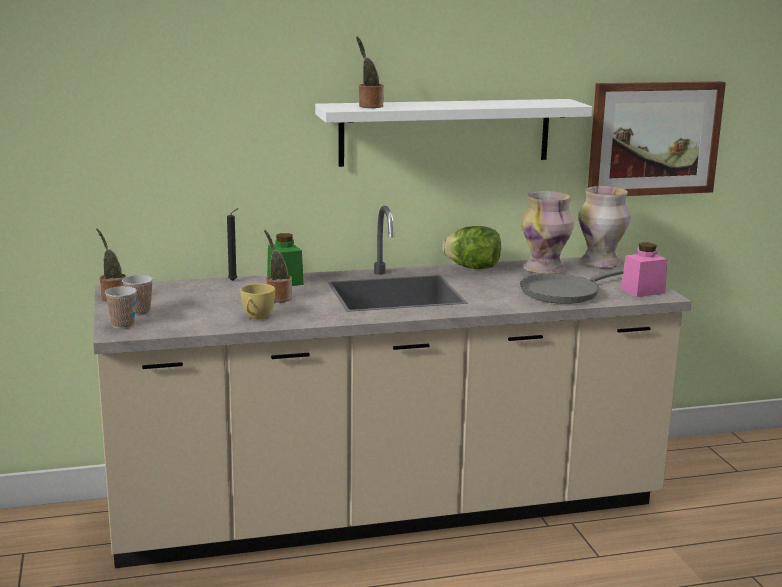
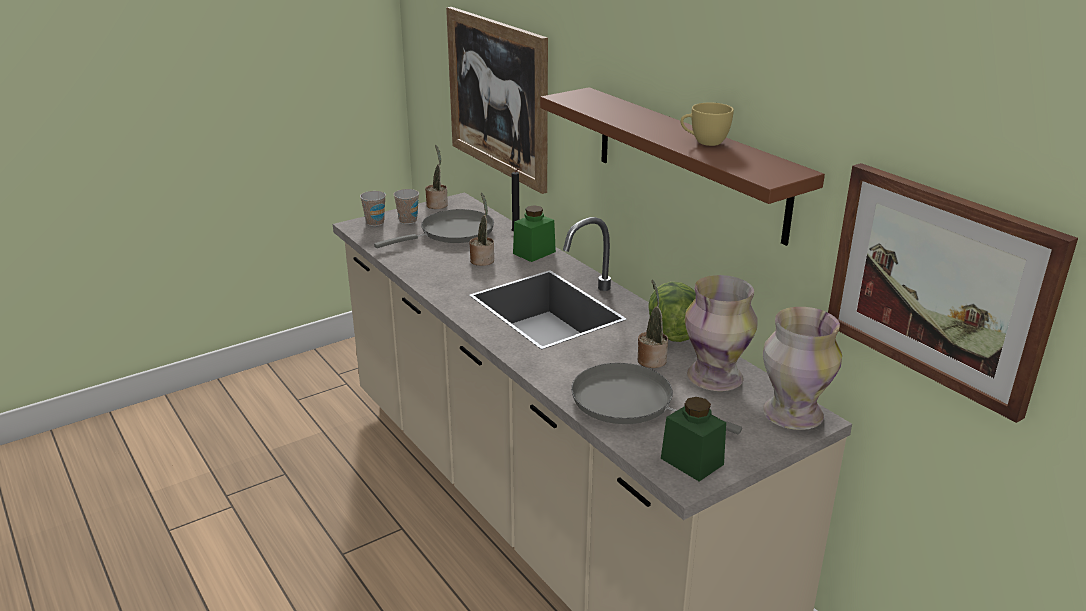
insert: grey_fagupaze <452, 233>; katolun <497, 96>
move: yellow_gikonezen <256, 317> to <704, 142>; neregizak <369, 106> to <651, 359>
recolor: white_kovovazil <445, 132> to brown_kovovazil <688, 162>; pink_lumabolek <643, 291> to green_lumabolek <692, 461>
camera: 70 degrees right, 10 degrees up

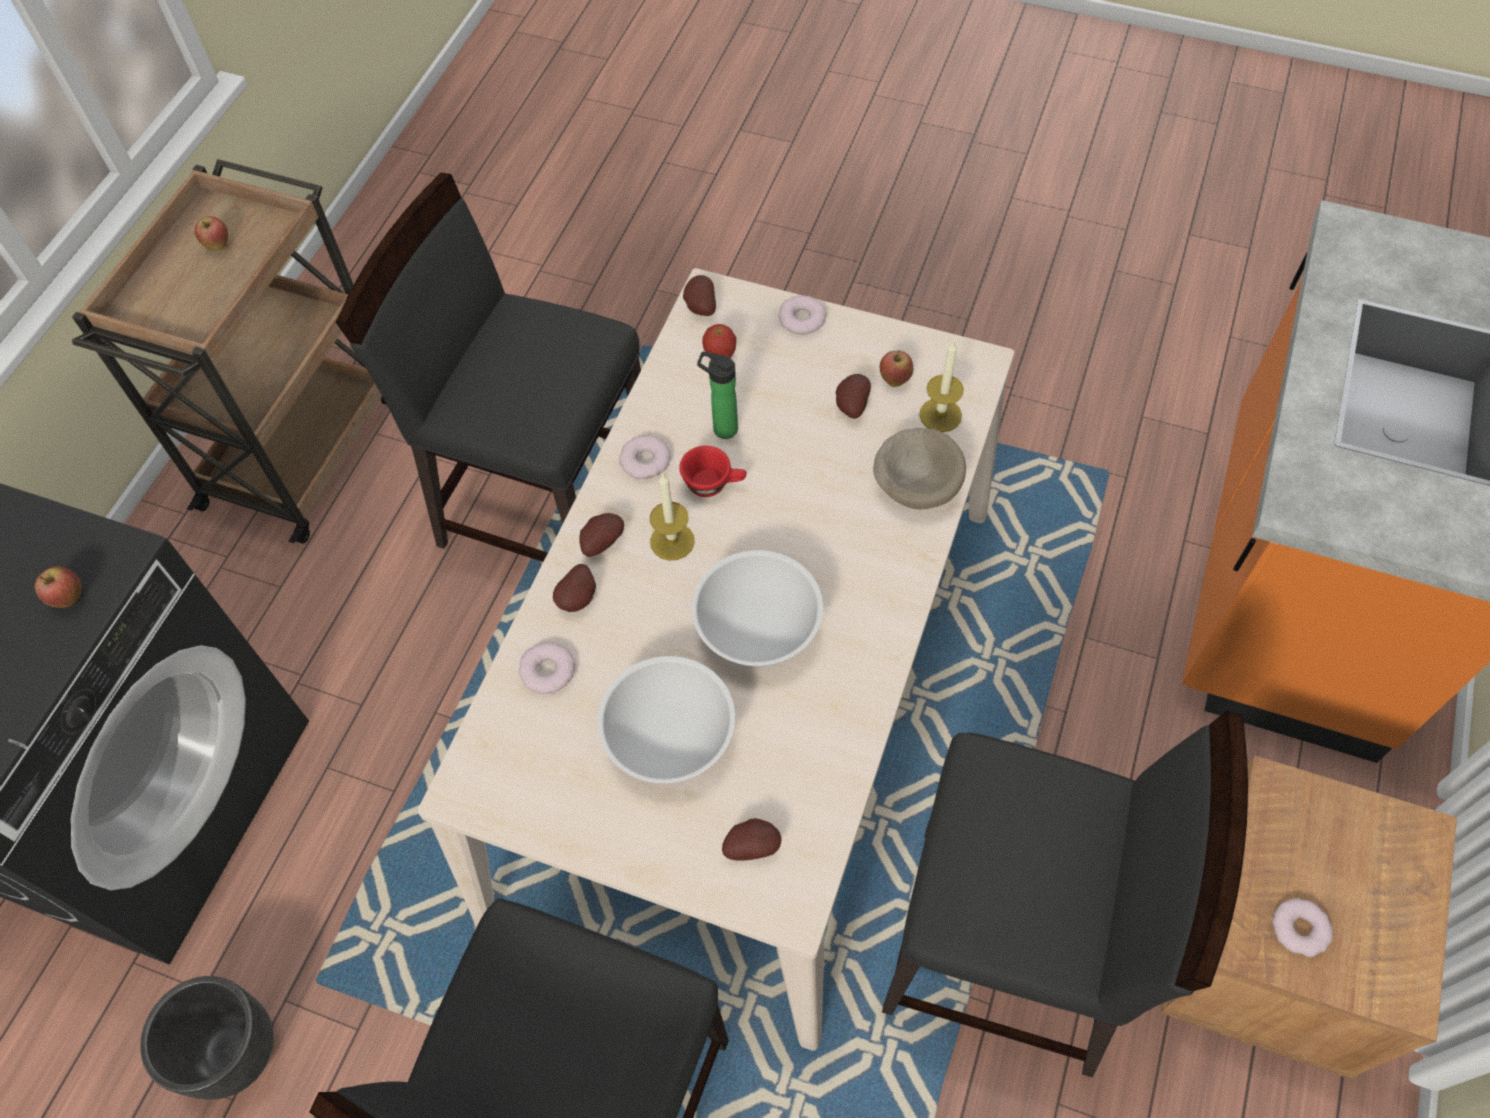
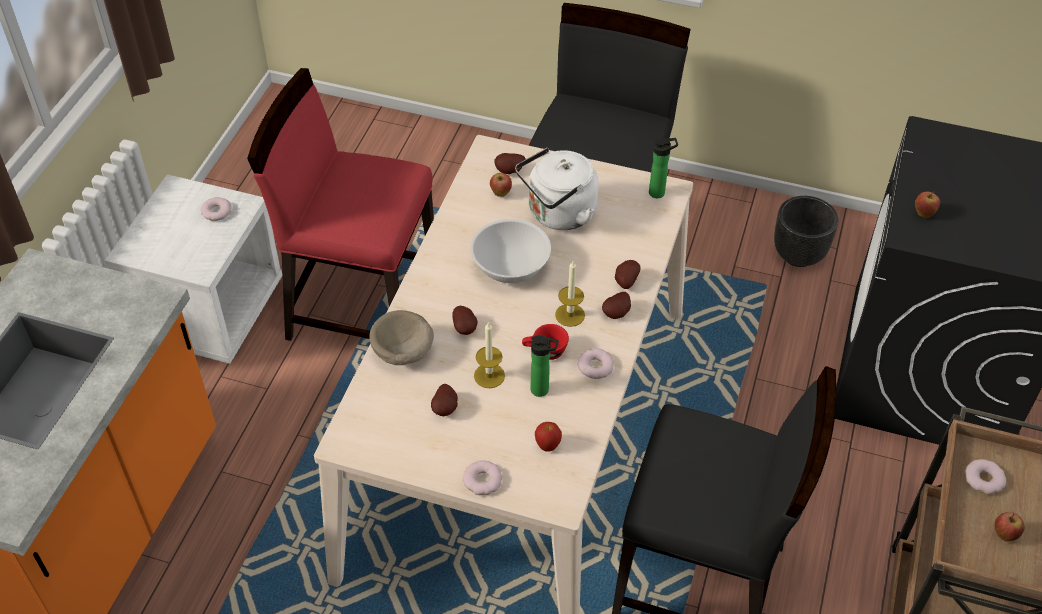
insert: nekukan <659, 192>
move: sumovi <547, 671> to <984, 479>; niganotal <699, 307> to <465, 328>; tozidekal <894, 380> to <500, 193>; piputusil <940, 415> to <489, 375>
replace: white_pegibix <671, 737> to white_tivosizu <558, 214>
recolor: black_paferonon <1008, 950> to red_paferonon <362, 307>; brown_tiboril <1266, 949> to white_tiboril <210, 311>
camera: 175 degrees right, 10 degrees down

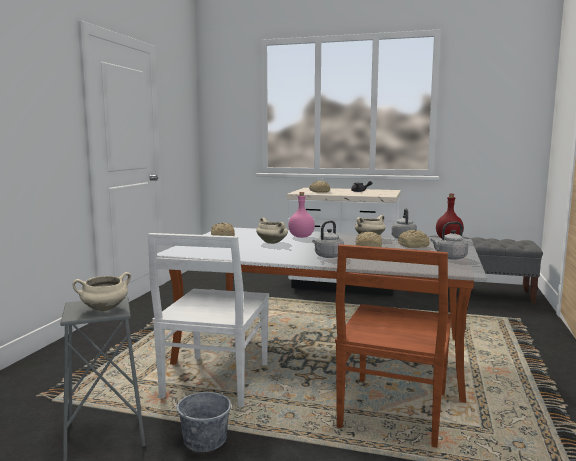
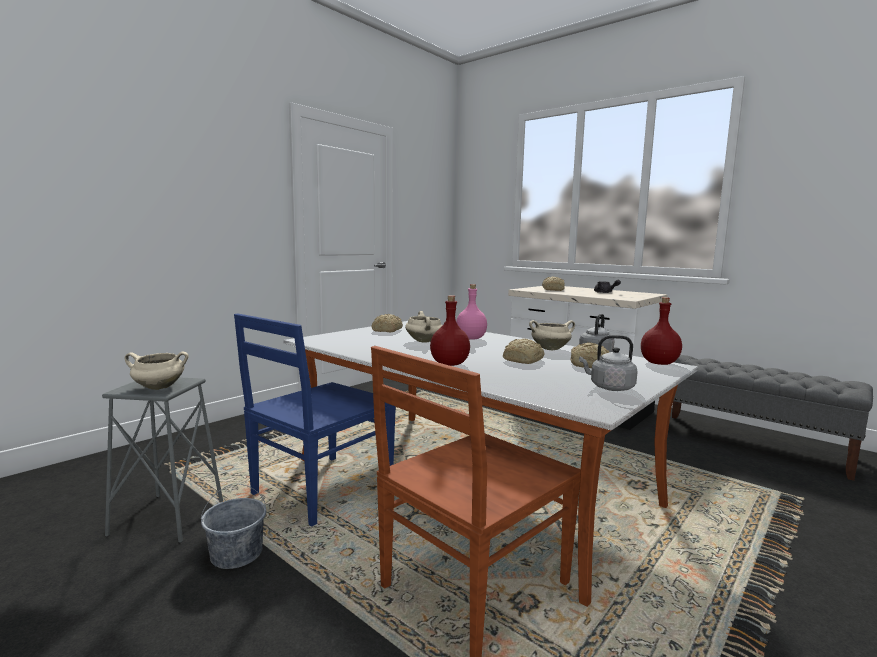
replace: grey_tivosizu <327, 256> to red_nekukan <449, 364>
recolor: white_paferonon <215, 382> to blue_paferonon <320, 489>
camera: 25 degrees right, 0 degrees up

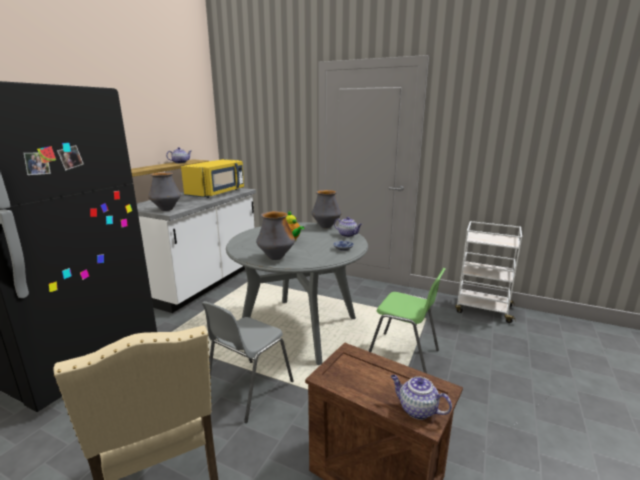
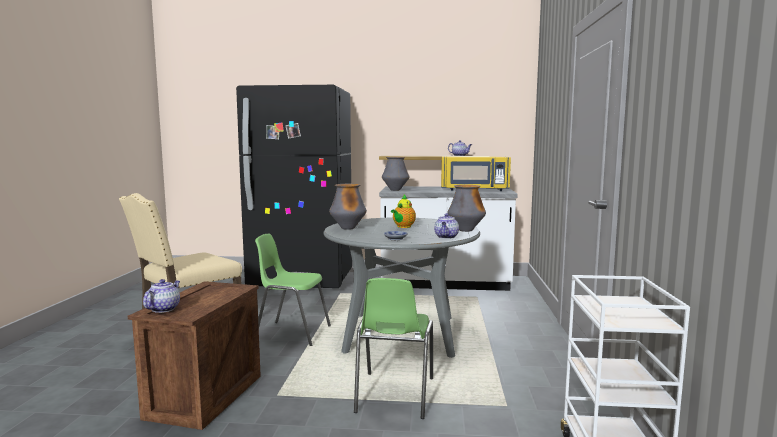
recolor: grey_paferonon <248, 390> to green_paferonon <292, 333>
camera: 70 degrees right, 10 degrees down

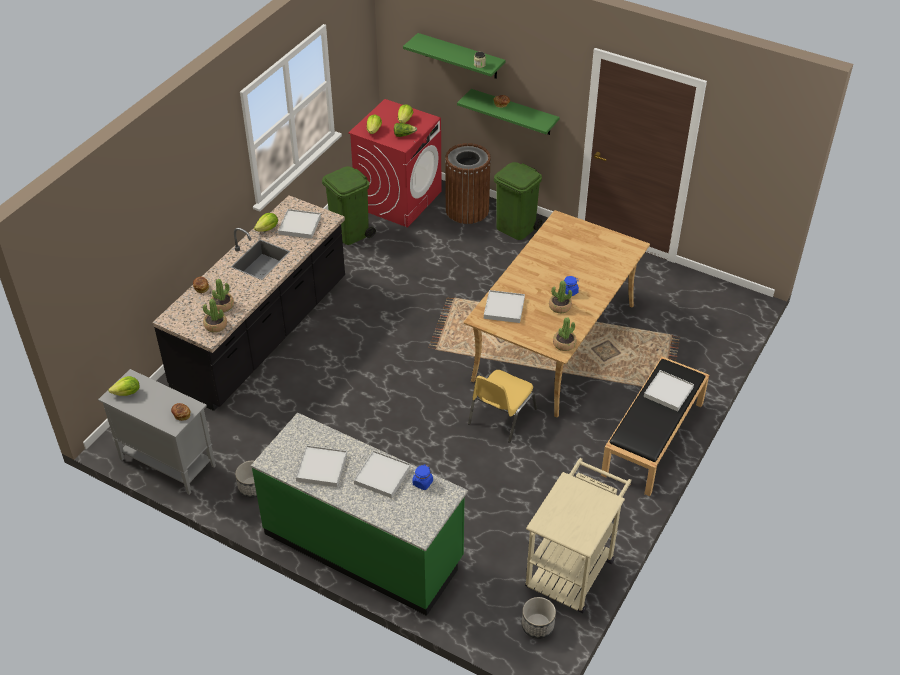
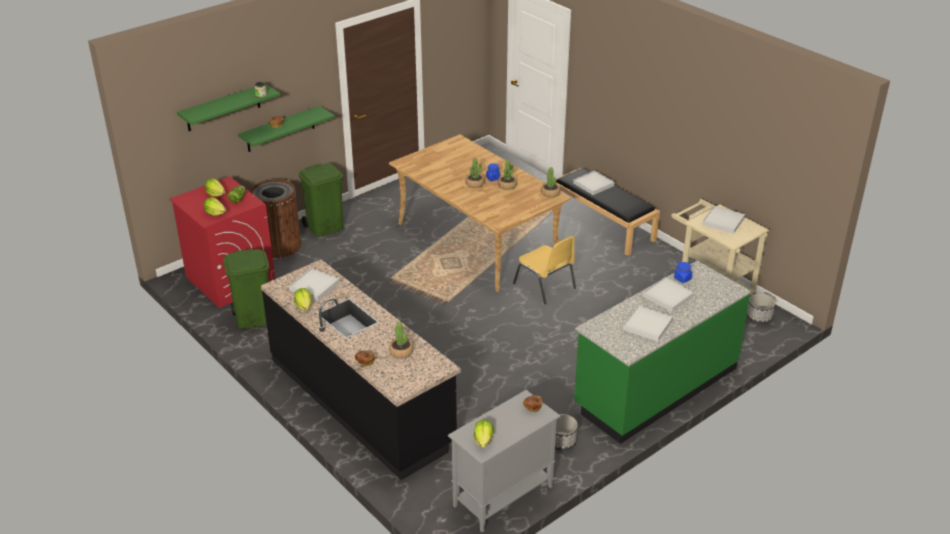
move: neregizak <215, 325> to <475, 184>; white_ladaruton <504, 308> to <723, 221>
camera: 70 degrees left, 10 degrees down

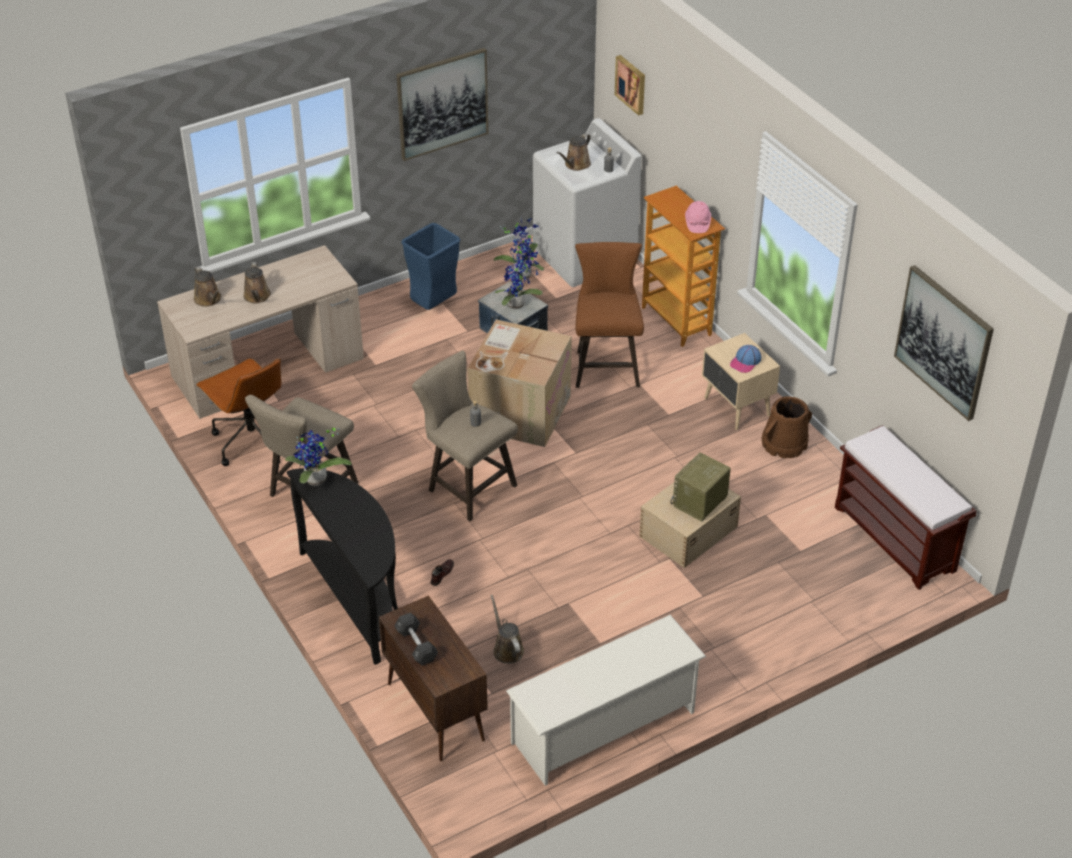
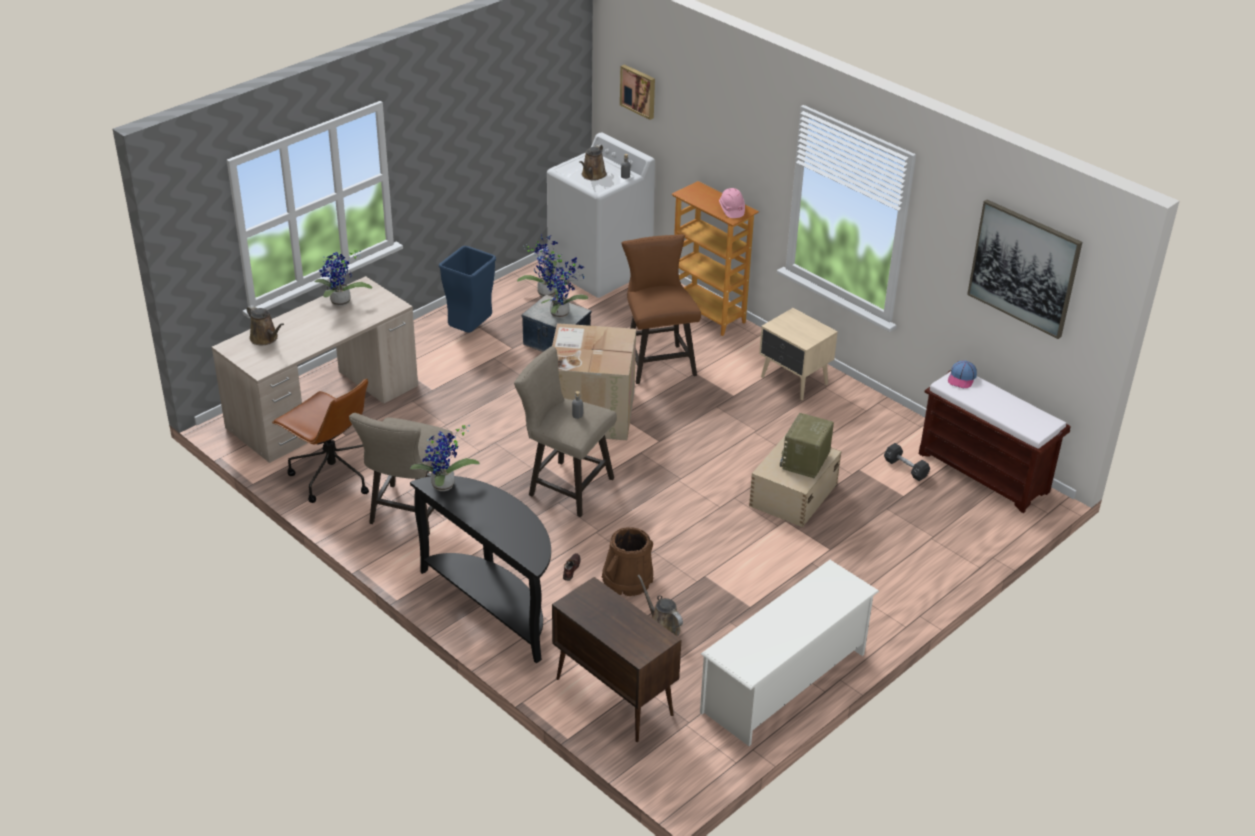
delete: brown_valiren <257, 297>; katolun <442, 103>
insert: neregizak <340, 303>
move: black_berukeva <416, 645> to <905, 468>; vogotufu <745, 362> to <962, 378>; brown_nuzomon <784, 443> to <627, 579>
camera: 15 degrees left, 5 degrees down

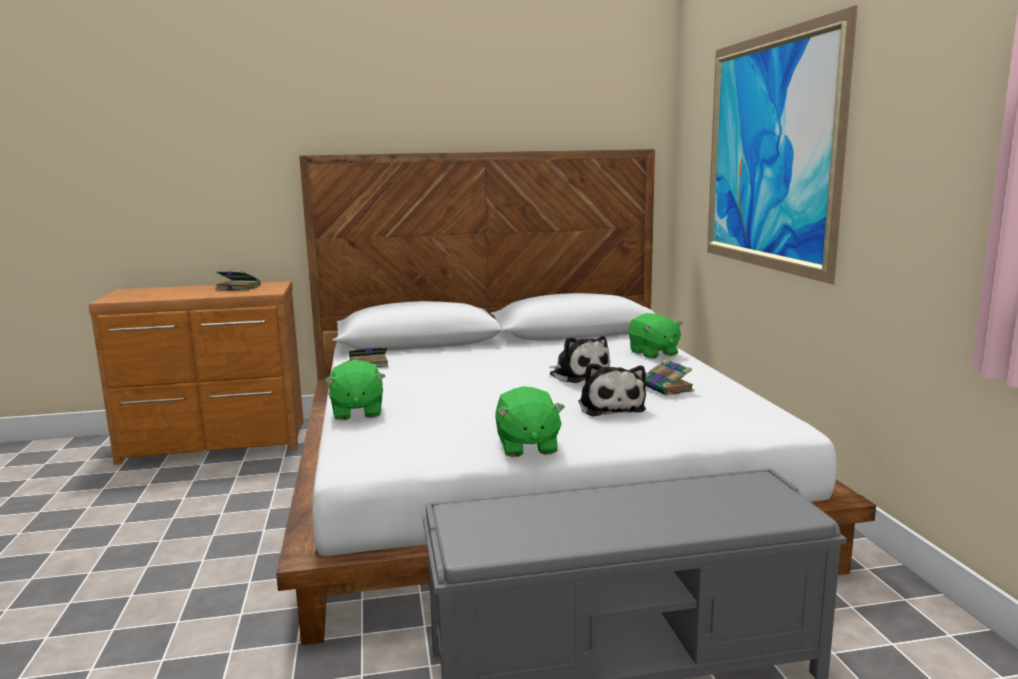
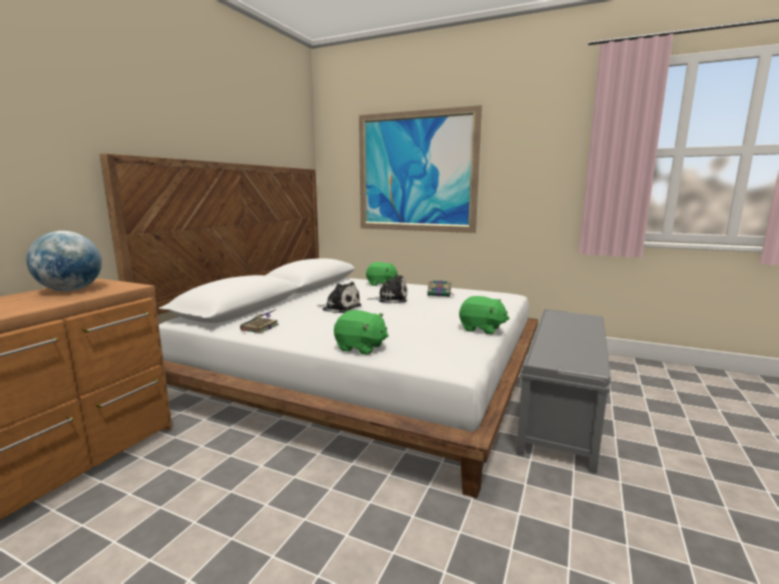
move: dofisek <610, 407> to <340, 308>
replace: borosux <237, 288> to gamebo <70, 290>
camera: 55 degrees left, 0 degrees up

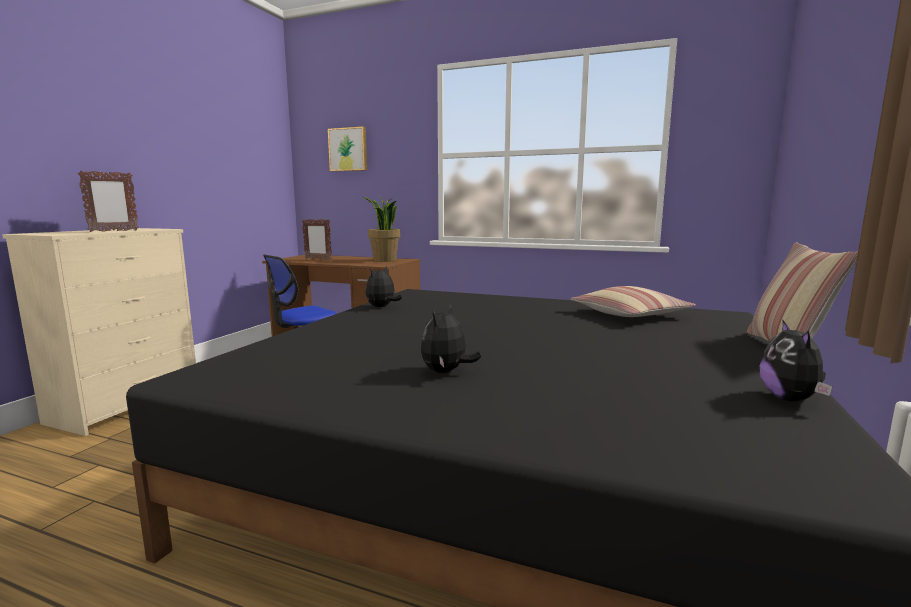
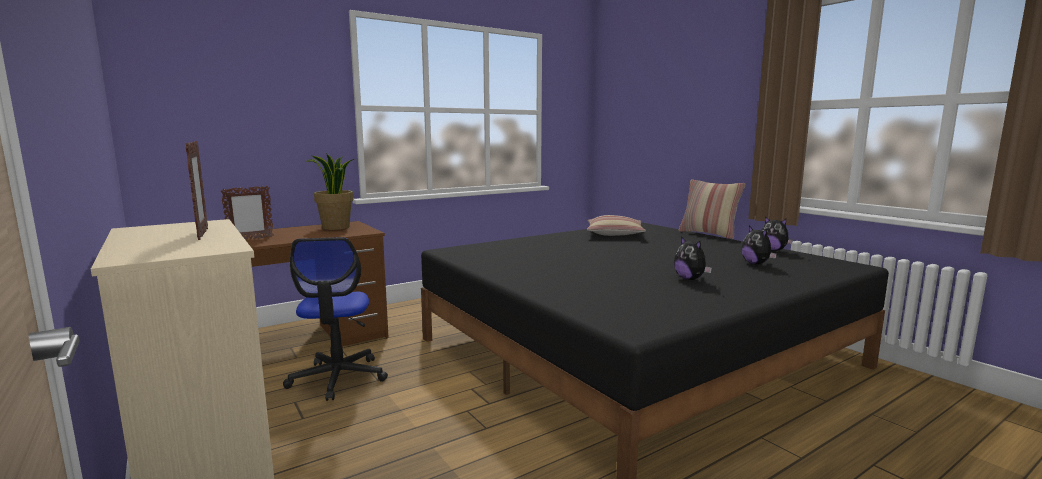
delete: katolun <348, 149>
move: dofisek <382, 307> to <756, 264>
camera: 55 degrees left, 0 degrees up

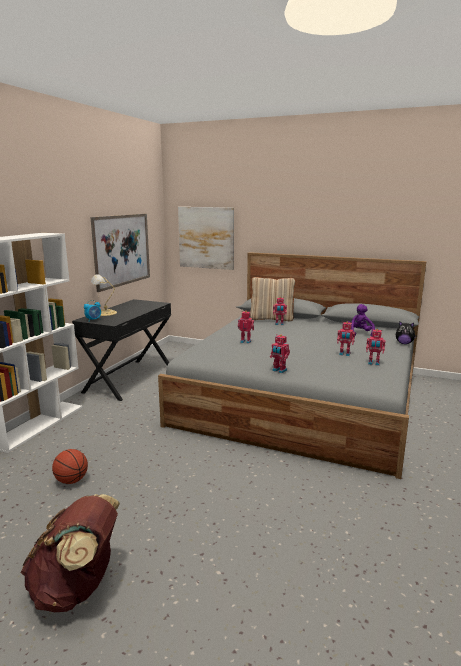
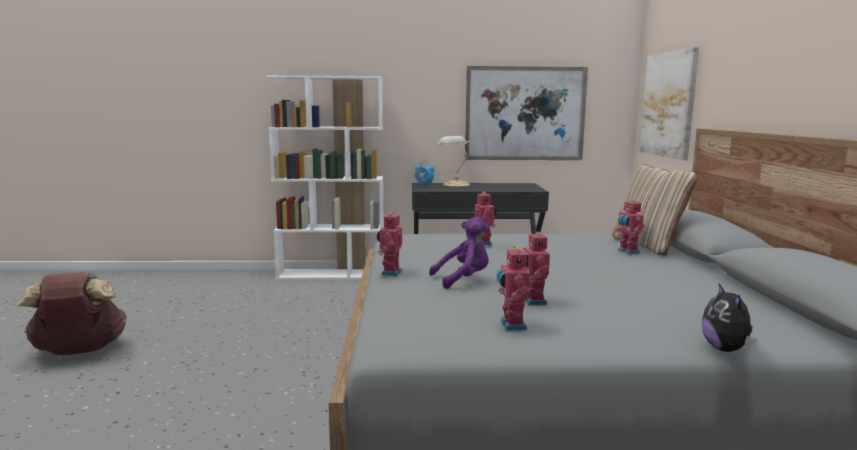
delete: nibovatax <71, 480>
move: purple_dofisek <359, 334> to <463, 280>
camera: 65 degrees right, 5 degrees down

